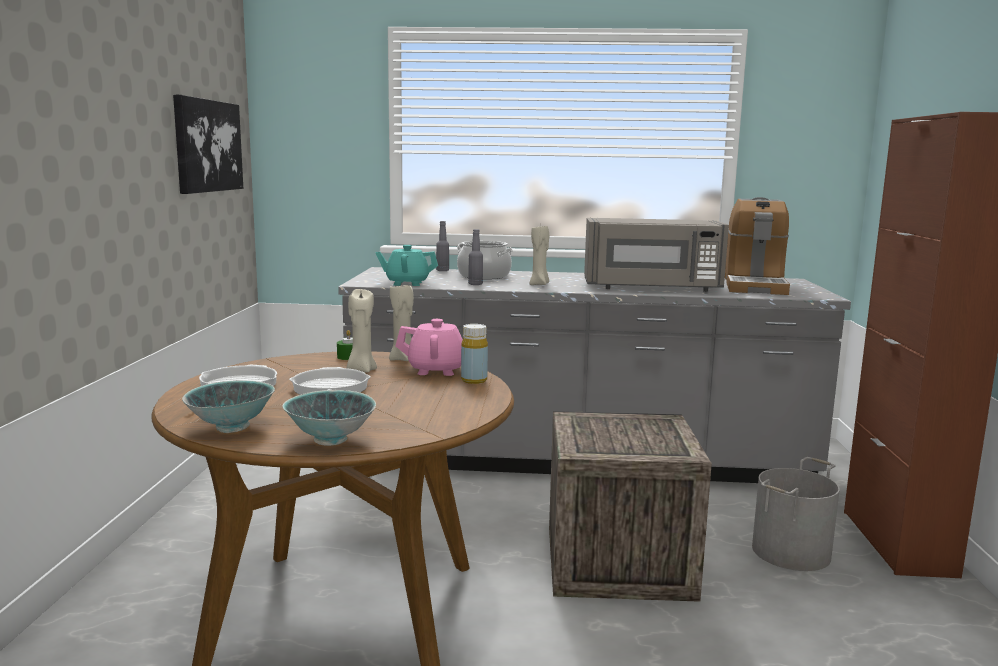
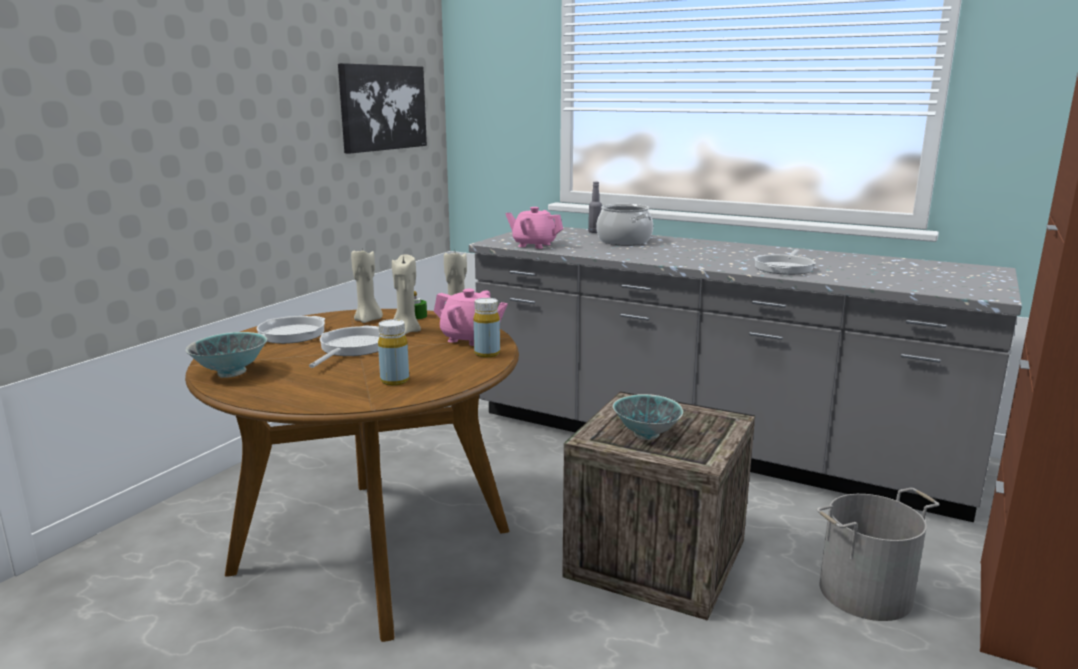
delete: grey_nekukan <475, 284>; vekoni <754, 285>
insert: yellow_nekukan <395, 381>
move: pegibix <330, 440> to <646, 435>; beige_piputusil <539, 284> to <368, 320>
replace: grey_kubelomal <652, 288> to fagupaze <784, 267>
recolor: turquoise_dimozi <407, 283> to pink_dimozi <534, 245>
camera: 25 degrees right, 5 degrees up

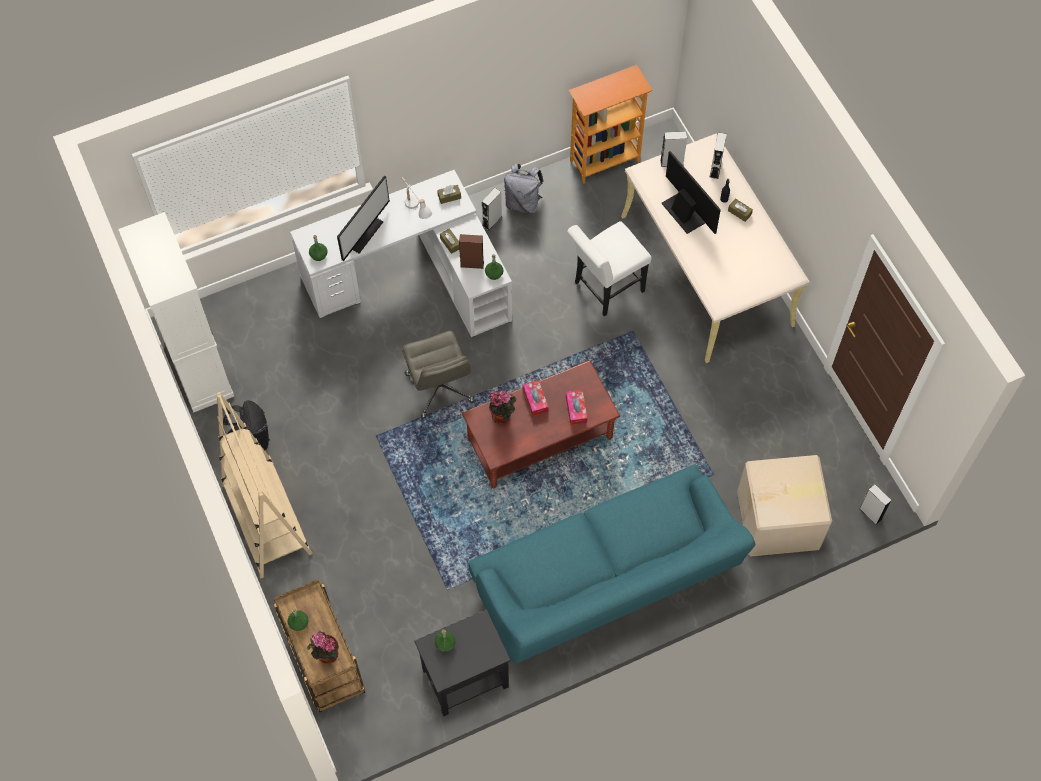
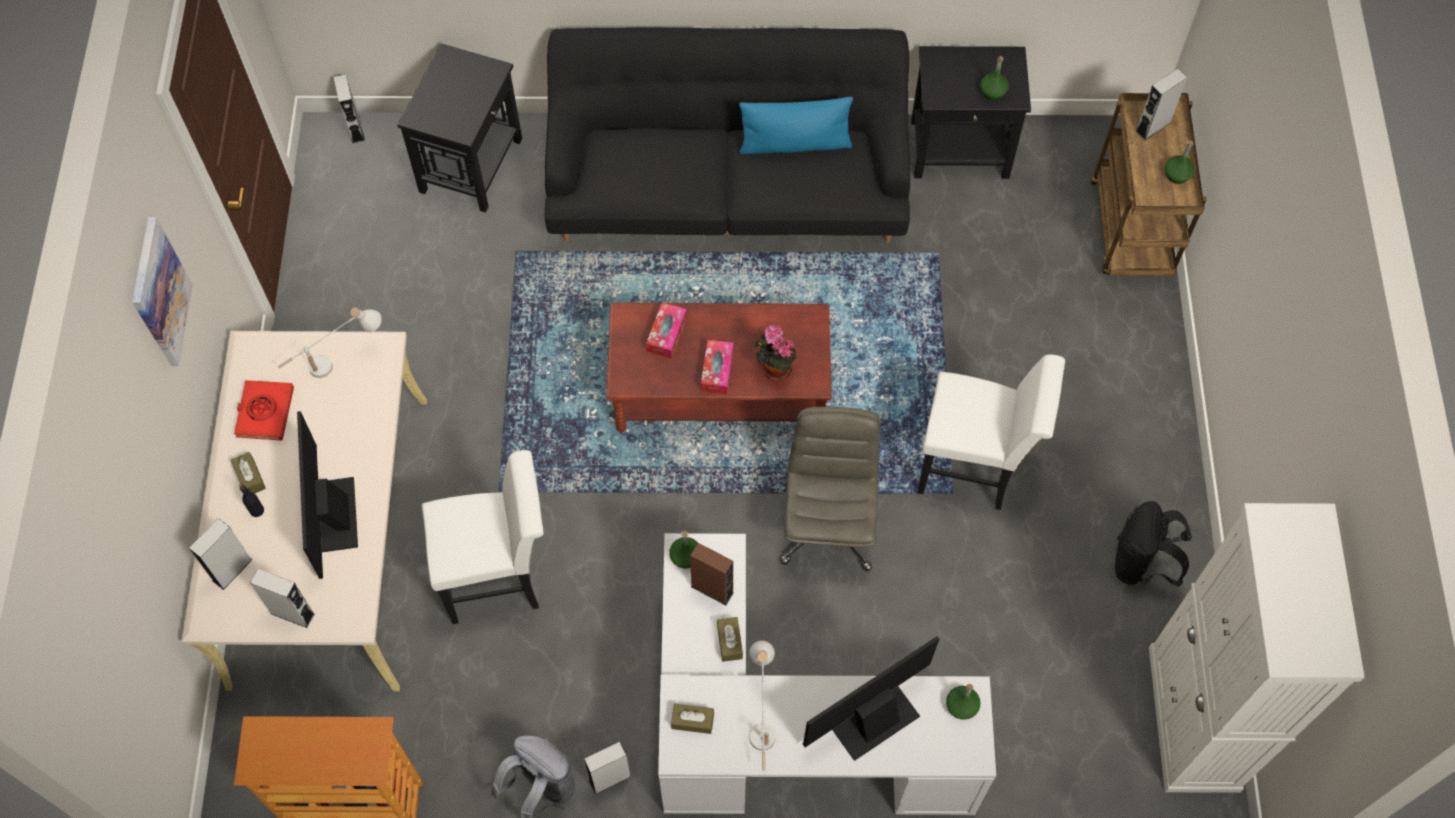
delete: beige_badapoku <267, 519>
insert: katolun <159, 293>; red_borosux <265, 412>; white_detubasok <338, 361>; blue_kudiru <795, 144>; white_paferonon <974, 467>
replace: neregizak <326, 654> to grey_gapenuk <1152, 127>; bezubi <779, 521> to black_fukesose <472, 165>
recolor: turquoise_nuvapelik <607, 579> to black_nuvapelik <727, 186>
camera: 155 degrees left, 0 degrees up

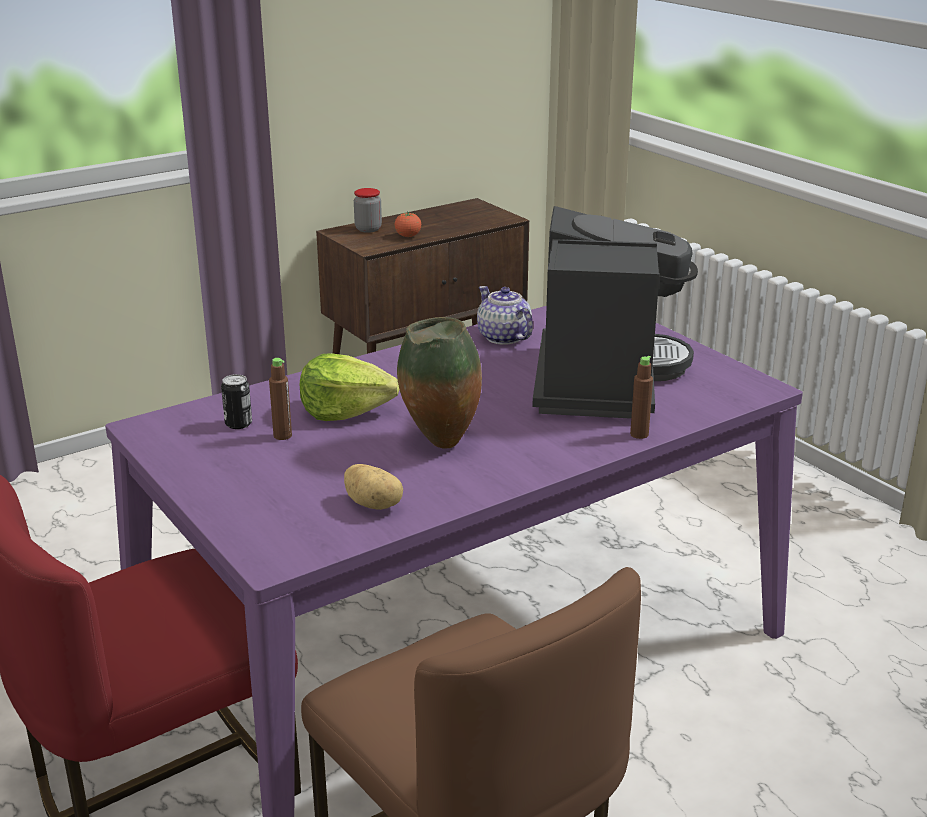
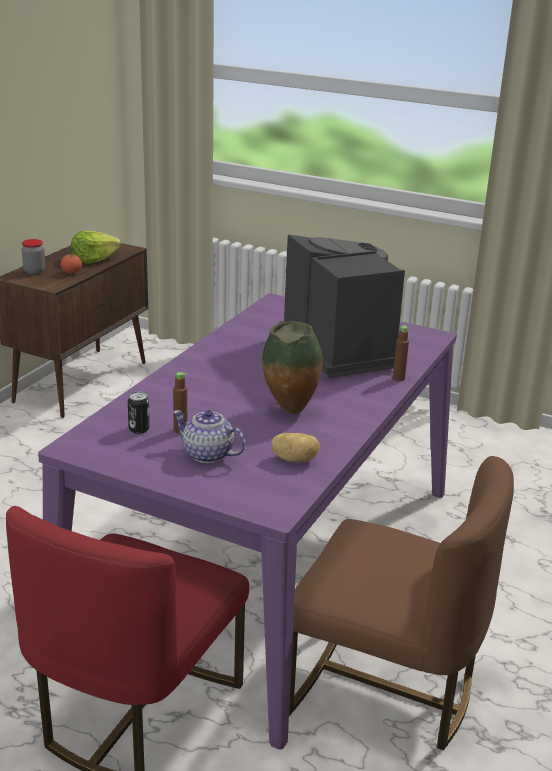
move: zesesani <345, 411> to <94, 259>; dimozi <503, 337> to <208, 455>
camera: 30 degrees left, 0 degrees up

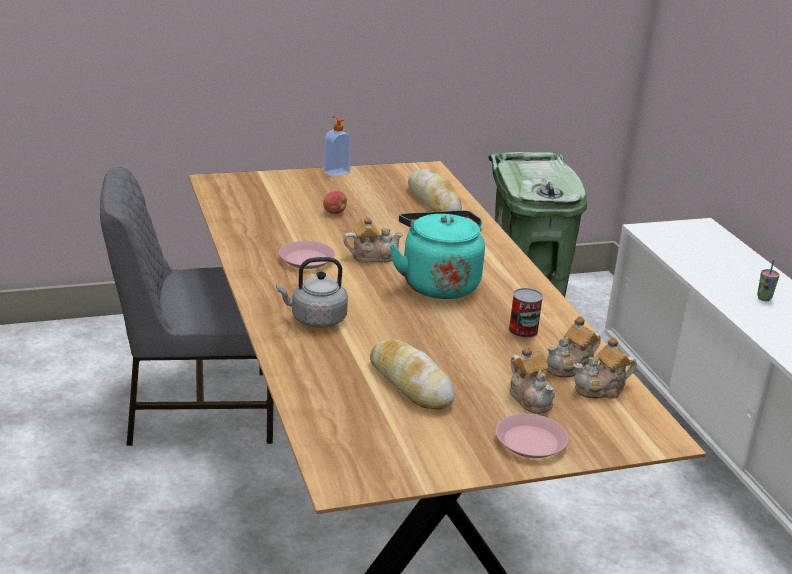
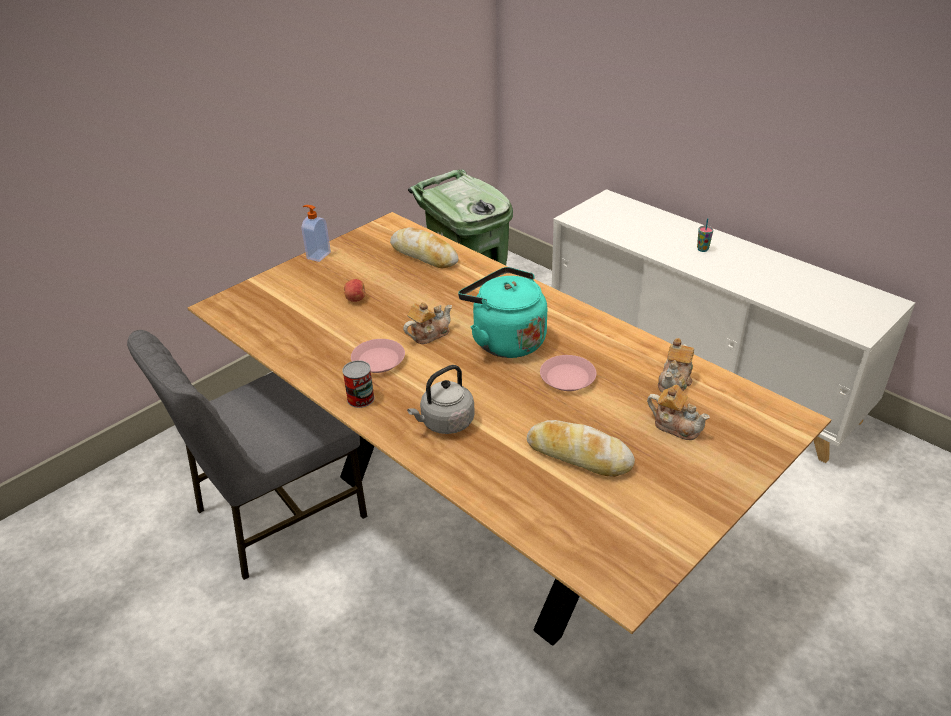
delete: dimozi <601, 389>
move: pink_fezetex <531, 442> to <568, 377>; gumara <523, 330> to <360, 398>
camera: 25 degrees left, 10 degrees up

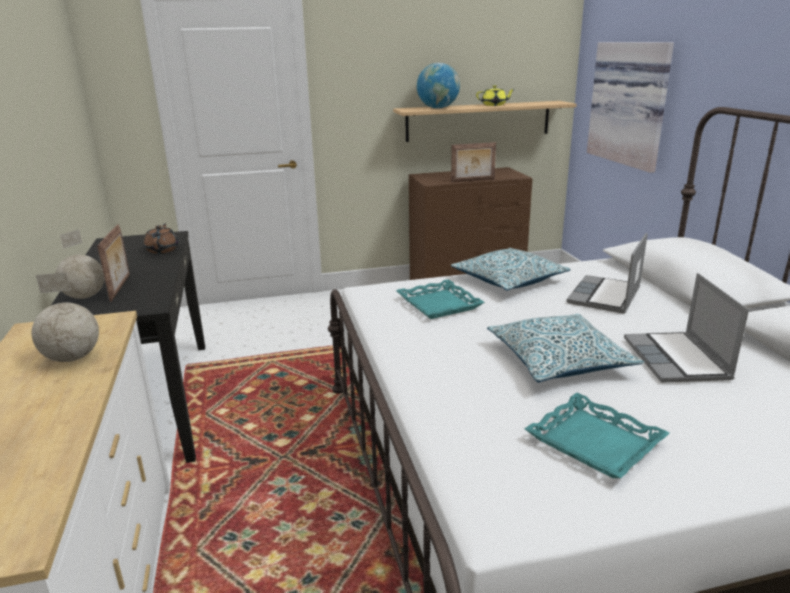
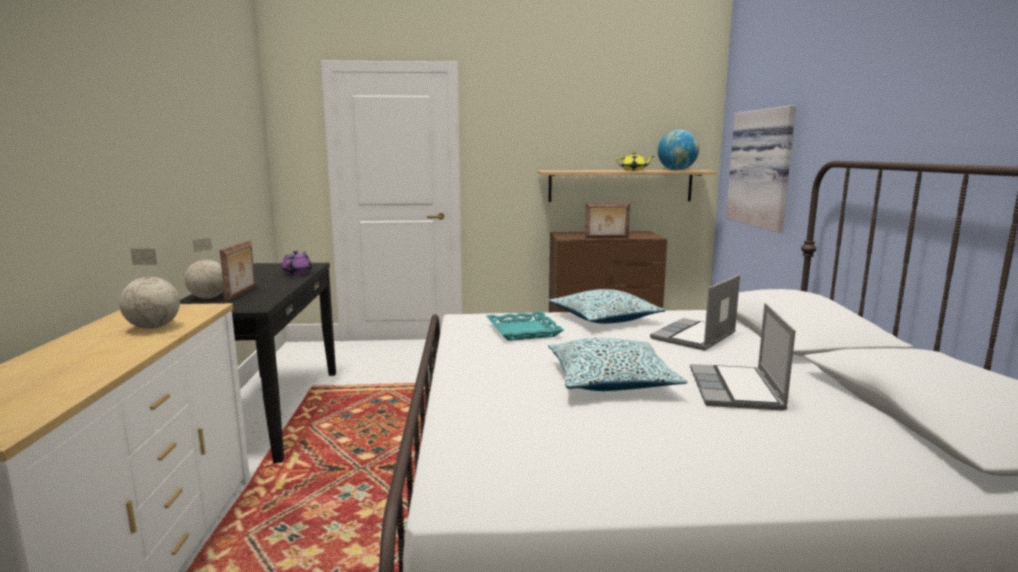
delete: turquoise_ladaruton <595, 442>
move: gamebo <438, 108> to <677, 170>
recolor: brown_dimozi <163, 250> to purple_dimozi <297, 273>
camera: 10 degrees right, 10 degrees down

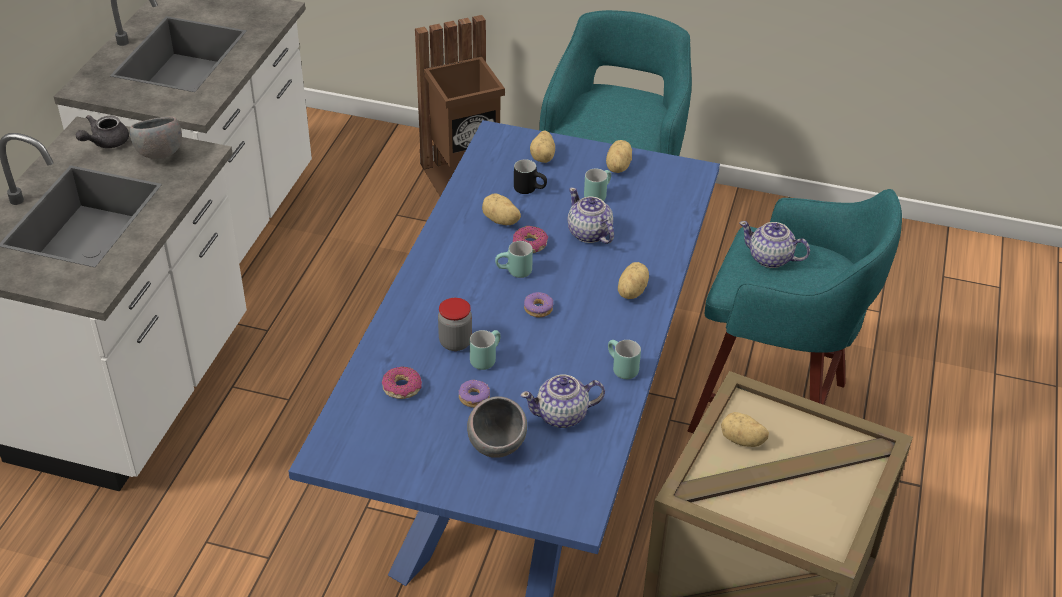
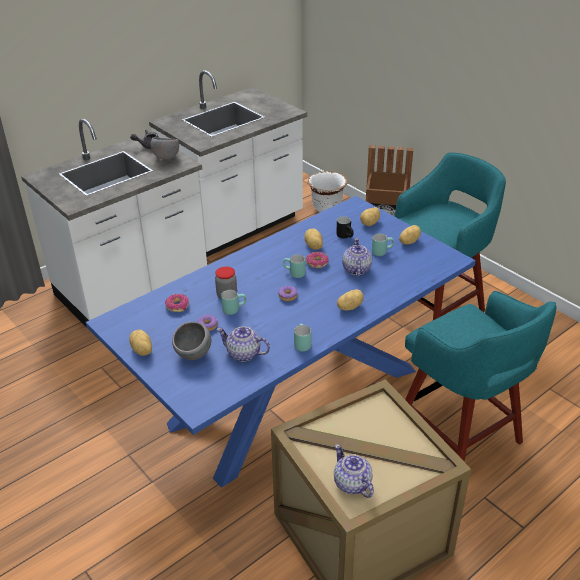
insert: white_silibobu <327, 208>
move: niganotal <742, 441> to <141, 351>; dimozi <770, 258> to <352, 484>
camera: 35 degrees right, 5 degrees down

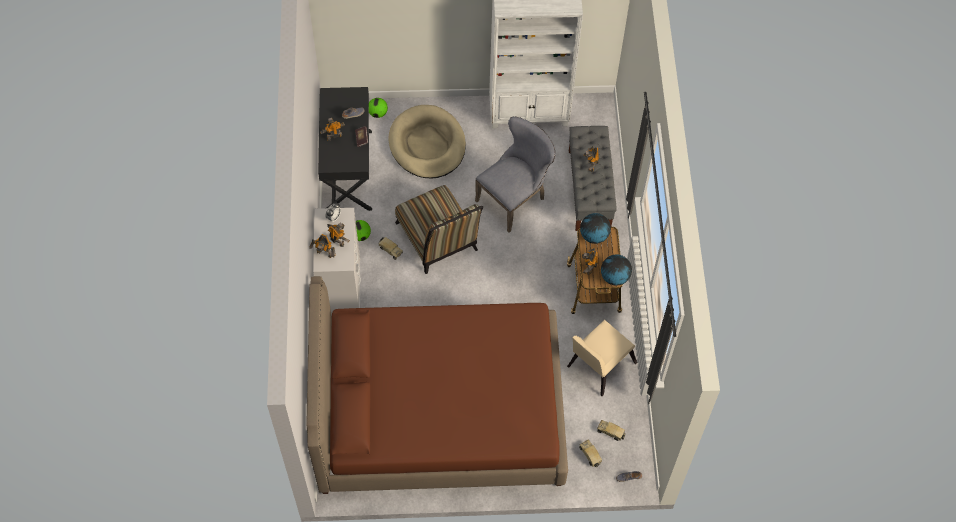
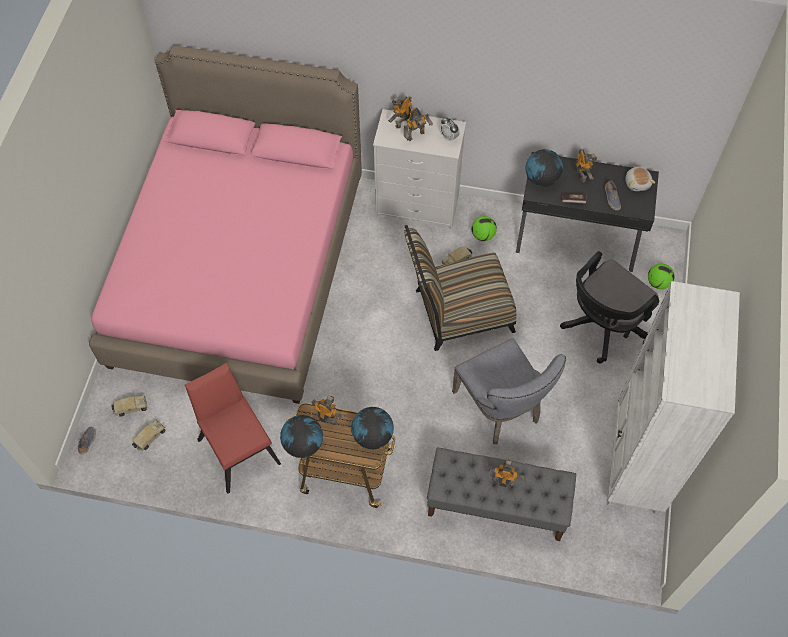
insert: gamebo <541, 179>; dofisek <637, 183>
replace: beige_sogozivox <427, 144> to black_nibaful <602, 327>
recolor: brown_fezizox <439, 411> to pink_fezizox <239, 270>; beige_paferonon <598, 366> to red_paferonon <237, 446>
camera: 105 degrees right, 0 degrees up

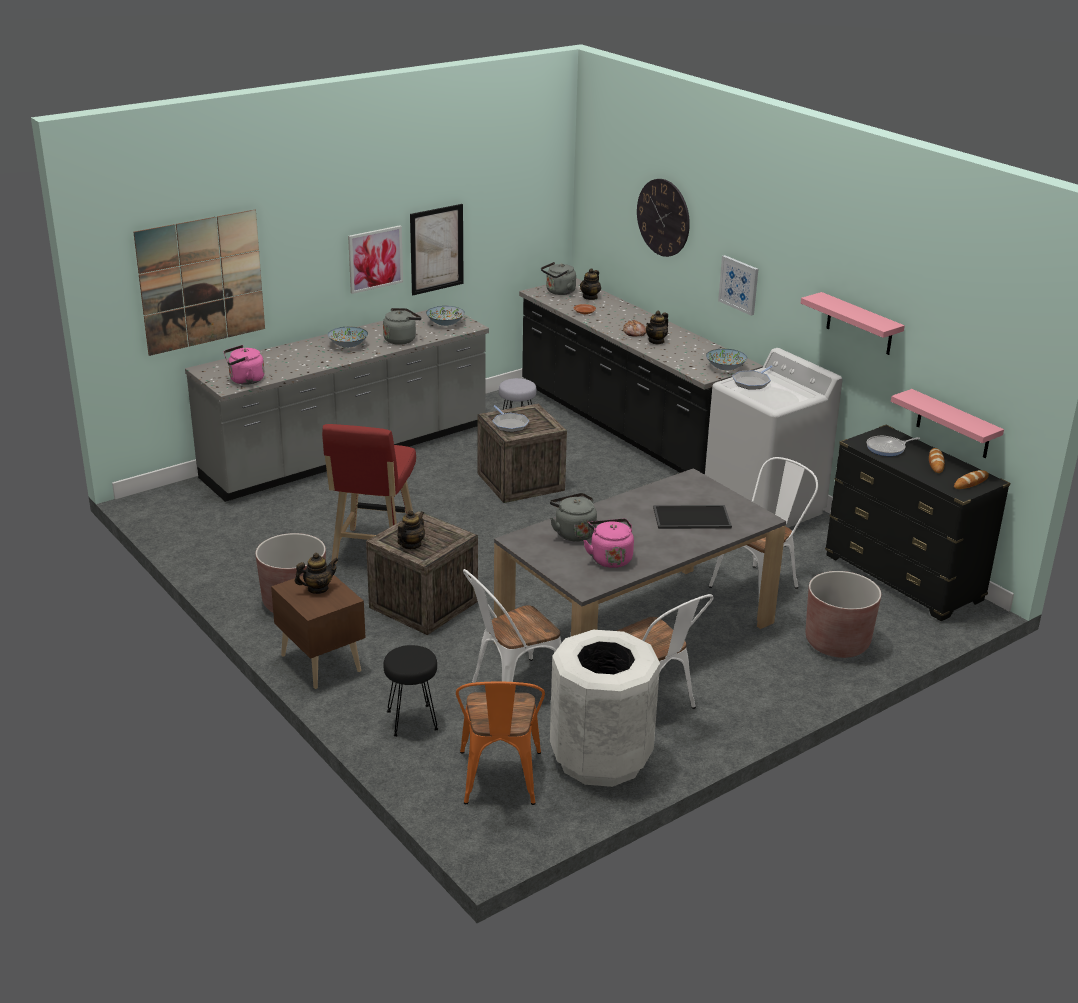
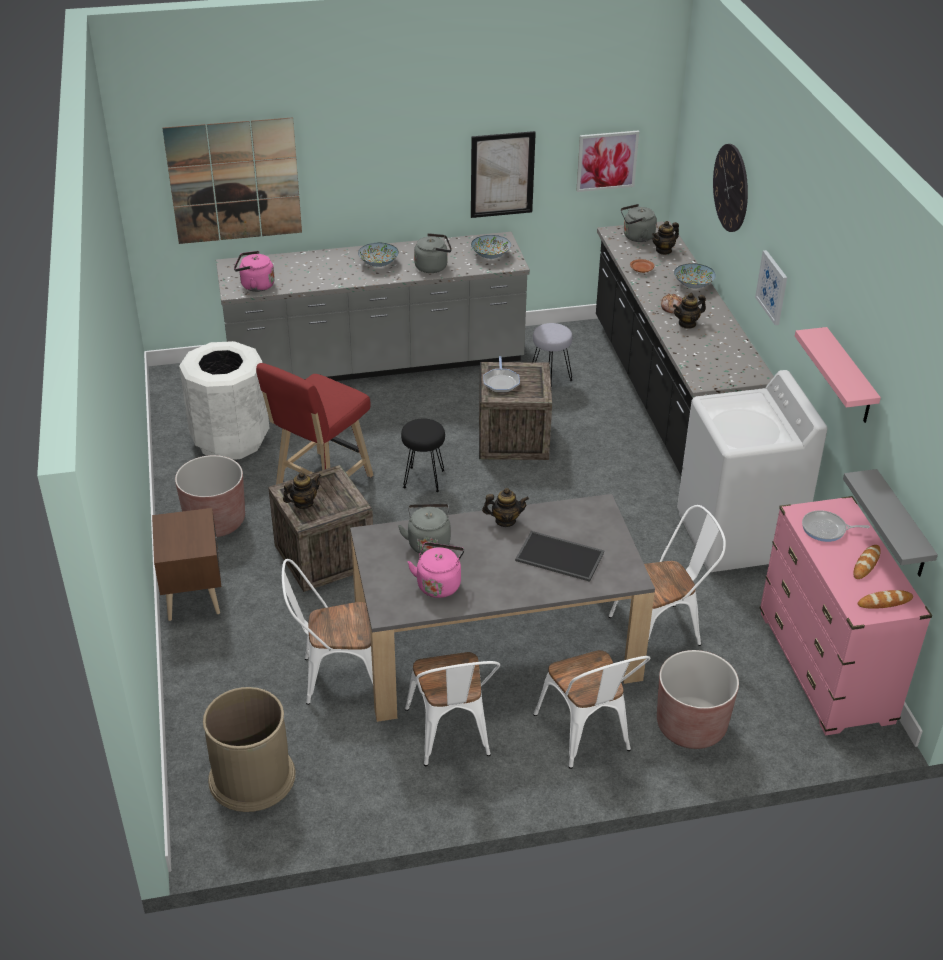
delete: fagupaze <752, 382>
insert: white_paferonon <587, 737>
move: dimozi <317, 589> to <505, 521>; katolun <375, 259> to <607, 160>; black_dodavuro <412, 721> to <423, 479>; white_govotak <600, 759> to <230, 440>; pegibix <725, 368> to <693, 284>
replace: orange_paferonon <499, 783> to brown_govotak <251, 777>
recolor: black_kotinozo <903, 578> to pink_kotinozo <825, 668>; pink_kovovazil <953, 425> to grey_kovovazil <901, 526>
camera: 25 degrees right, 10 degrees up

